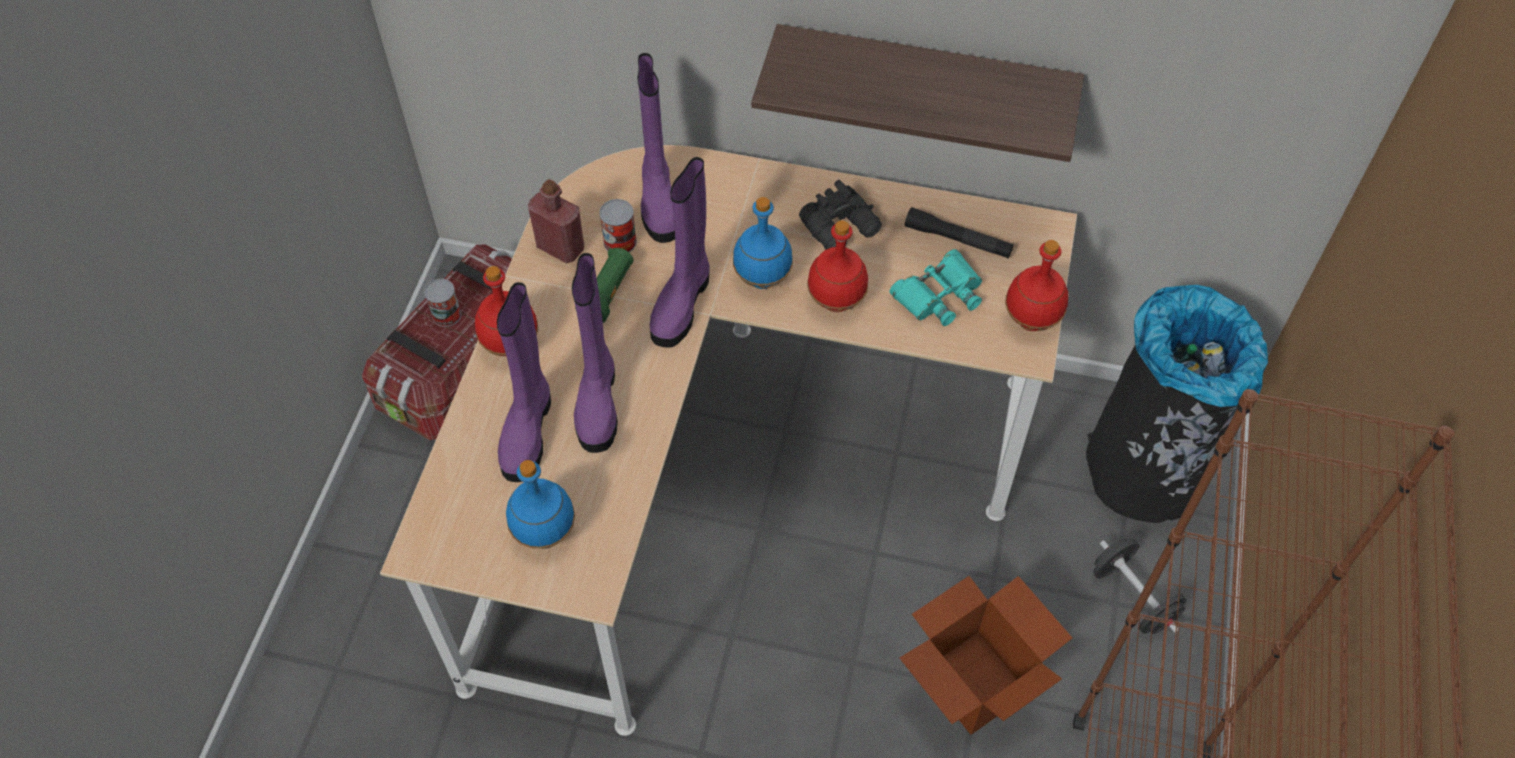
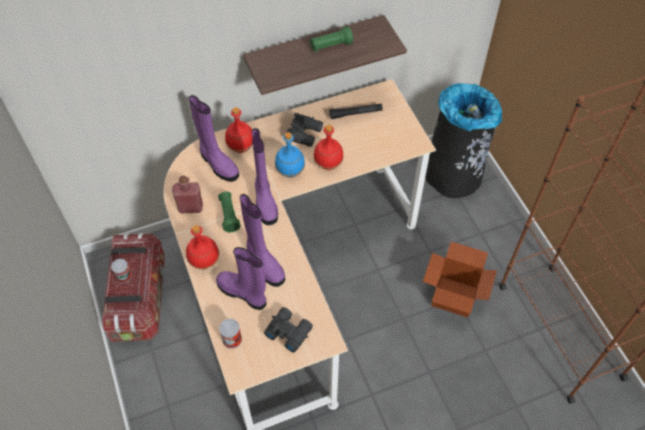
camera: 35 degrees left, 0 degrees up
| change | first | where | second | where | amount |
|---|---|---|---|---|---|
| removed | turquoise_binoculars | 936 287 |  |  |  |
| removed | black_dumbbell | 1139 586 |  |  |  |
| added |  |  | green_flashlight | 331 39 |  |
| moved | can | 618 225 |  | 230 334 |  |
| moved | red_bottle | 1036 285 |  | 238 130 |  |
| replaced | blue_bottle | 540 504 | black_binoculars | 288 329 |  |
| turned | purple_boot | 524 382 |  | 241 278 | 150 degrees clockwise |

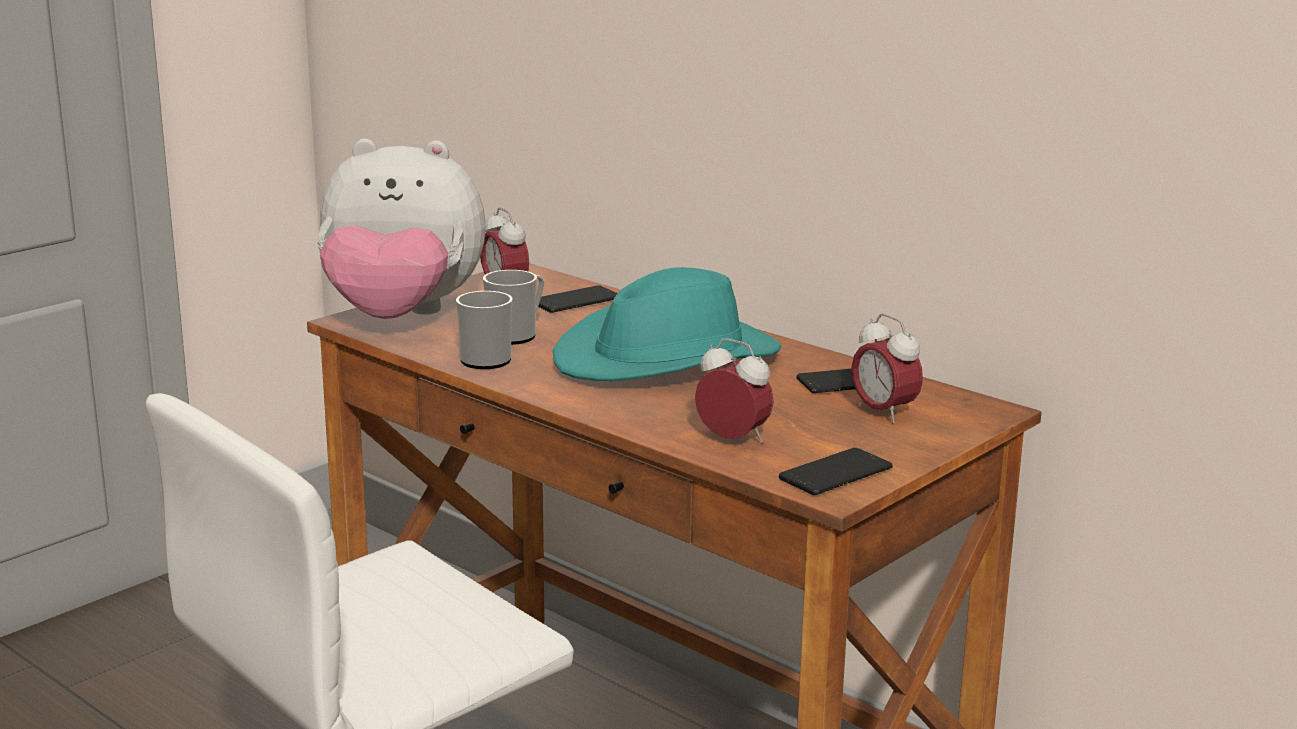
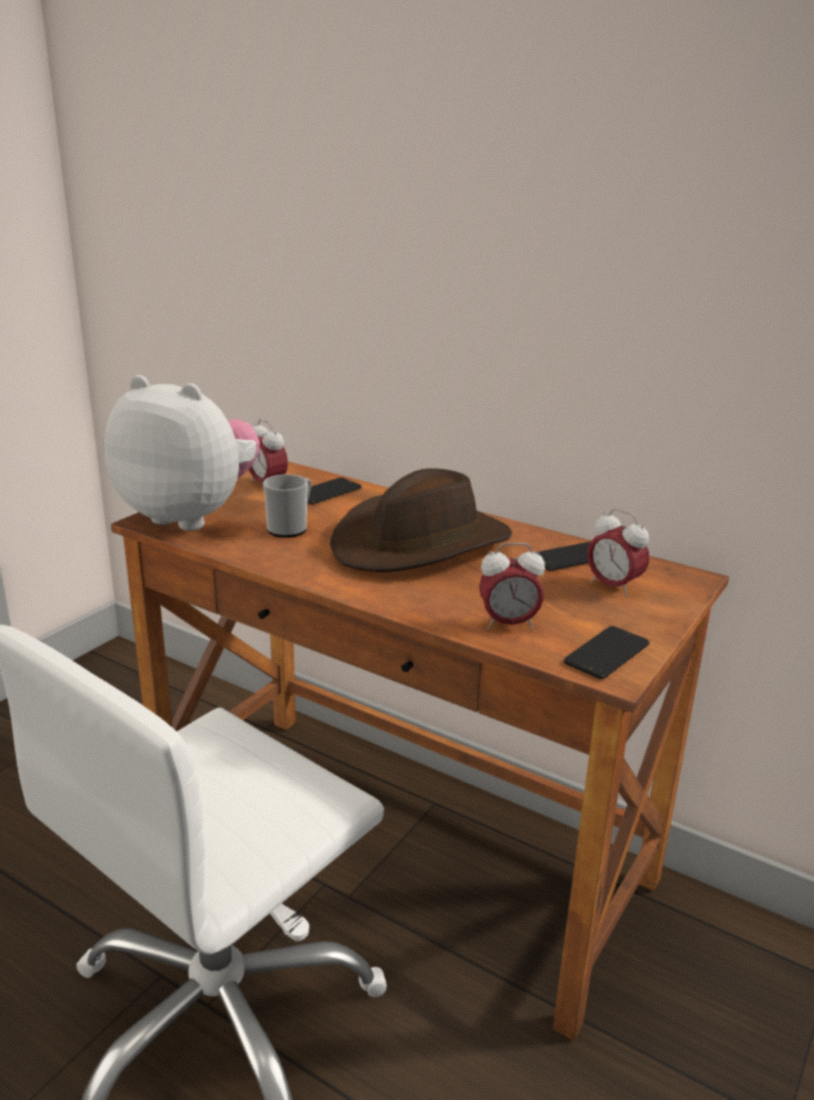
camera: 10 degrees left, 5 degrees up
| change | first | where | second | where | amount |
|---|---|---|---|---|---|
| removed | mug | 484 330 |  |  |  |
| recoloured | turquoise_hat | 667 324 | brown_hat | 421 520 |  |
| turned | plush_toy | 401 229 |  | 182 453 | 150 degrees counterclockwise |
| turned | alarm_clock | 734 390 |  | 512 586 | 150 degrees clockwise |

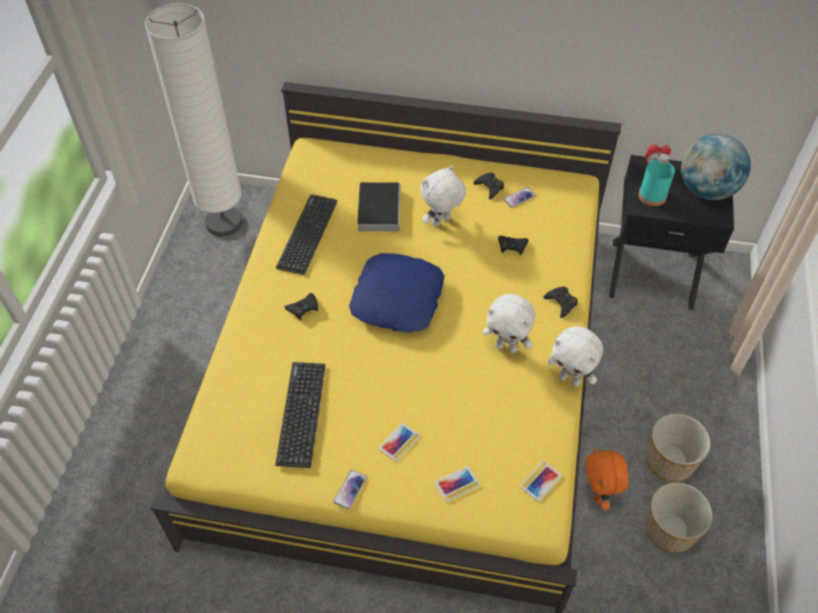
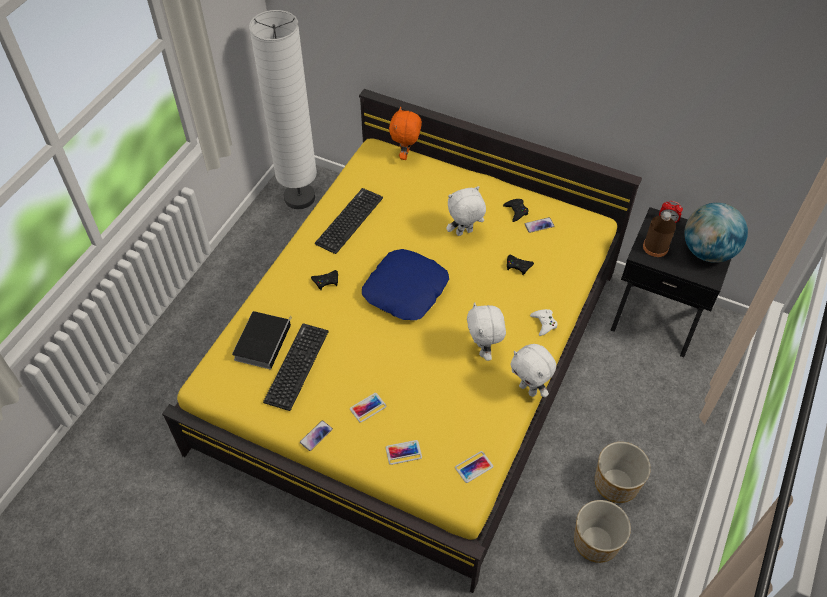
camera: 15 degrees right, 0 degrees up
| change | first | where | second | where | amount |
|---|---|---|---|---|---|
| moved | book | 378 206 |  | 262 340 |  |
| moved | orange_plush_toy | 607 478 |  | 405 133 |  |
| recoloured | black_game_controller | 560 302 | white_game_controller | 544 322 |  |
| recoloured | turquoise_bottle | 656 180 | brown_bottle | 659 234 |  |
| turned | white_plush_toy | 509 323 |  | 486 331 | 45 degrees clockwise |

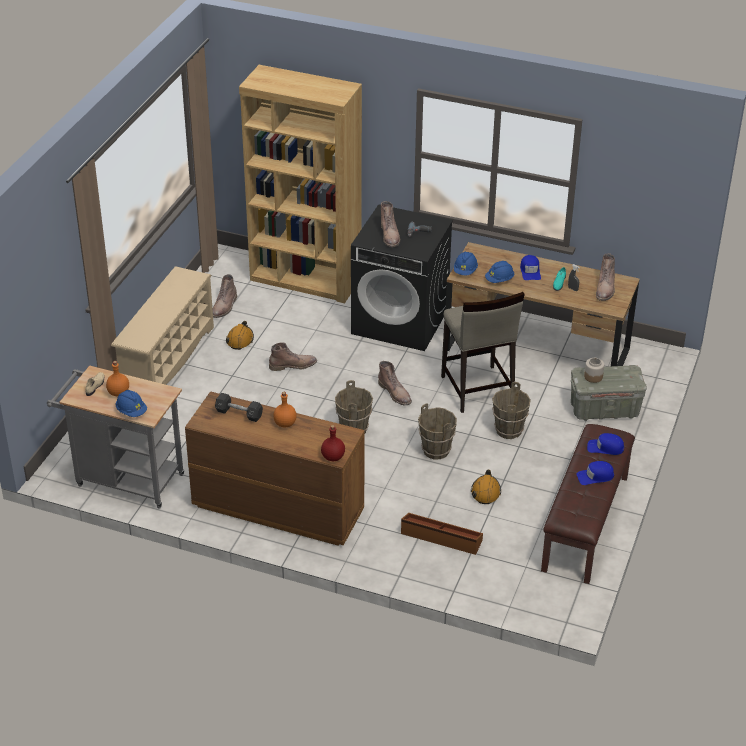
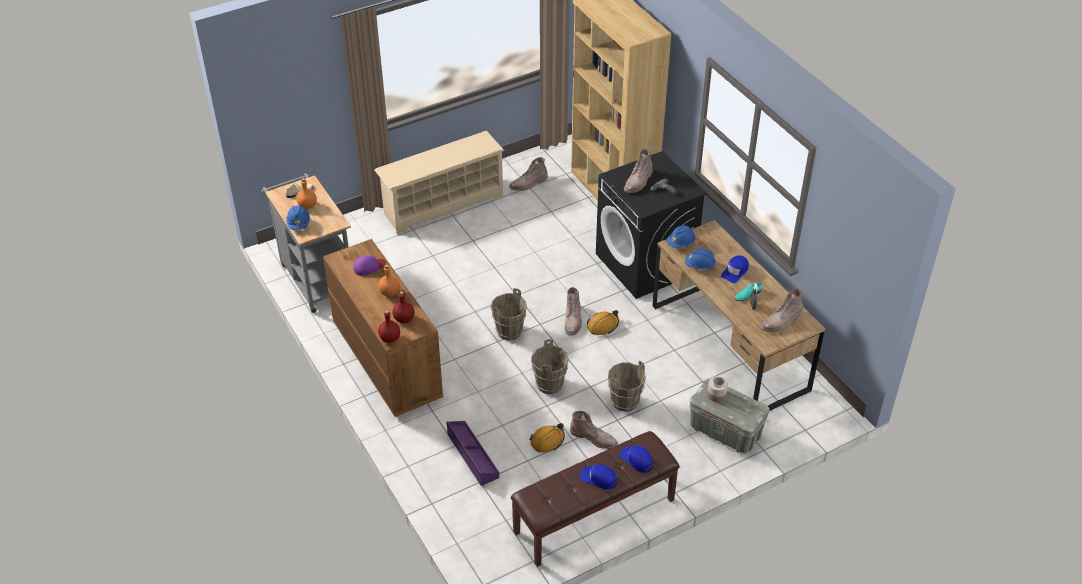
camera: 40 degrees right, 5 degrees up
| change | first | where | second | where | amount |
|---|---|---|---|---|---|
| removed | beige_stool | 483 352 |  |  |  |
| added |  |  | red_bottle | 403 307 |  |
| moved | orange_hard_hat | 240 335 |  | 602 322 |  |
| moved | brown_boot | 293 356 |  | 594 430 |  |
| replaced | black_dumbbell | 239 407 | purple_cap | 369 266 |  |
| recoloured | brown_storage_box | 442 534 | purple_storage_box | 472 453 |  |

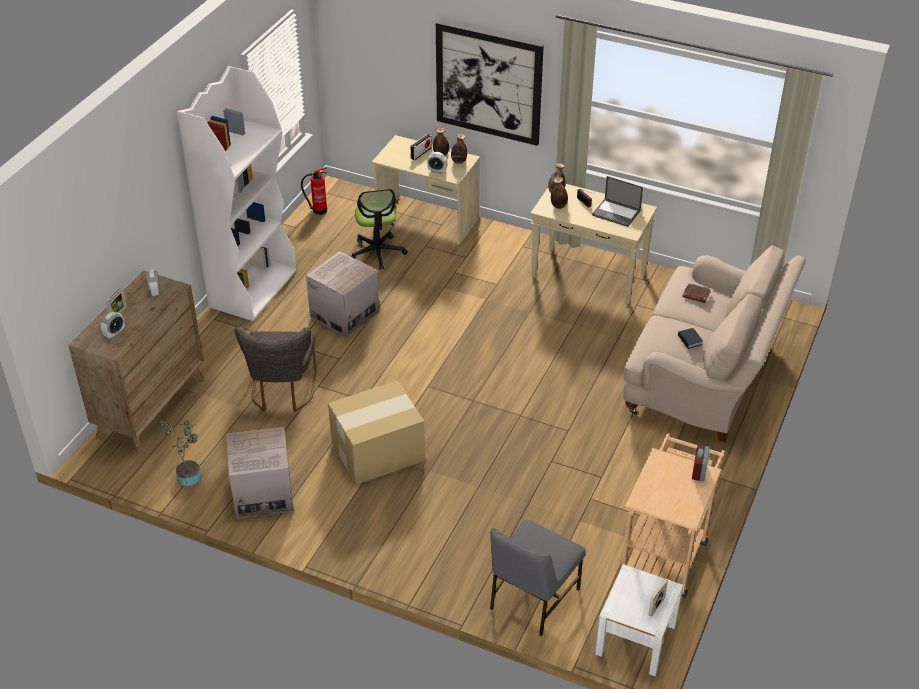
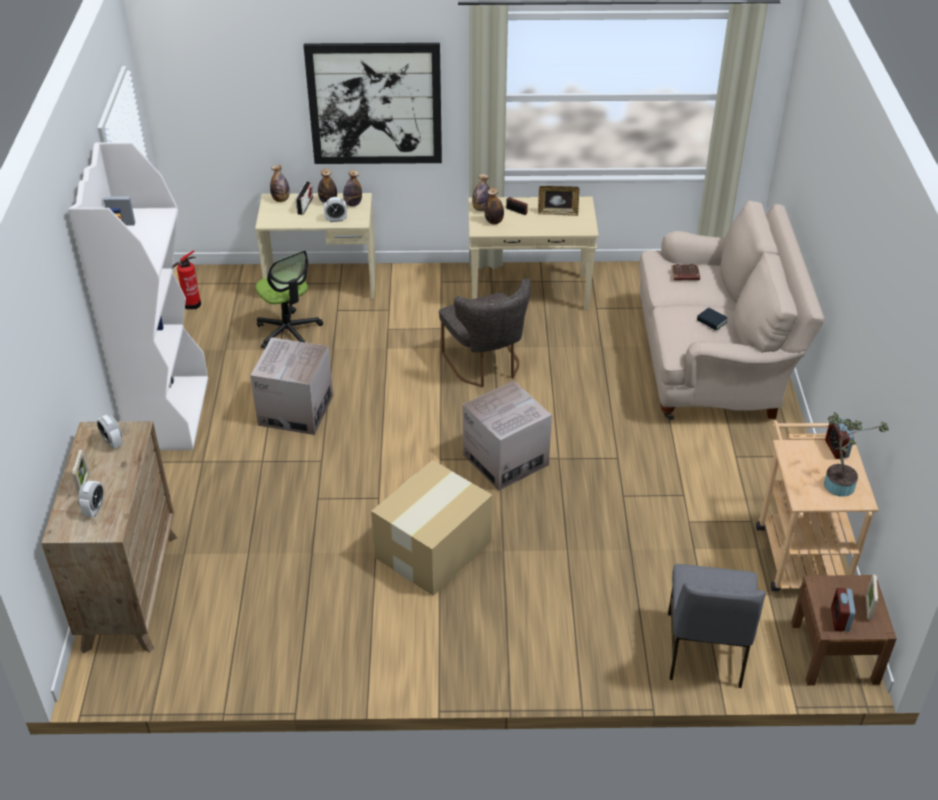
camera: 25 degrees left, 0 degrees up
| change | first | where | second | where | amount |
|---|---|---|---|---|---|
| added |  |  | bottle | 280 183 |  |
| added |  |  | alarm_clock | 843 610 |  |
| moved | potted_plant | 180 453 |  | 856 454 |  |
| moved | cardboard_box | 260 473 |  | 507 436 |  |
| moved | grey_chair | 275 369 |  | 485 332 |  |
| replaced | laptop | 617 201 | picture_frame | 558 201 |  |
| recoloured | white_nightstand | 639 620 | brown_nightstand | 844 630 |  |

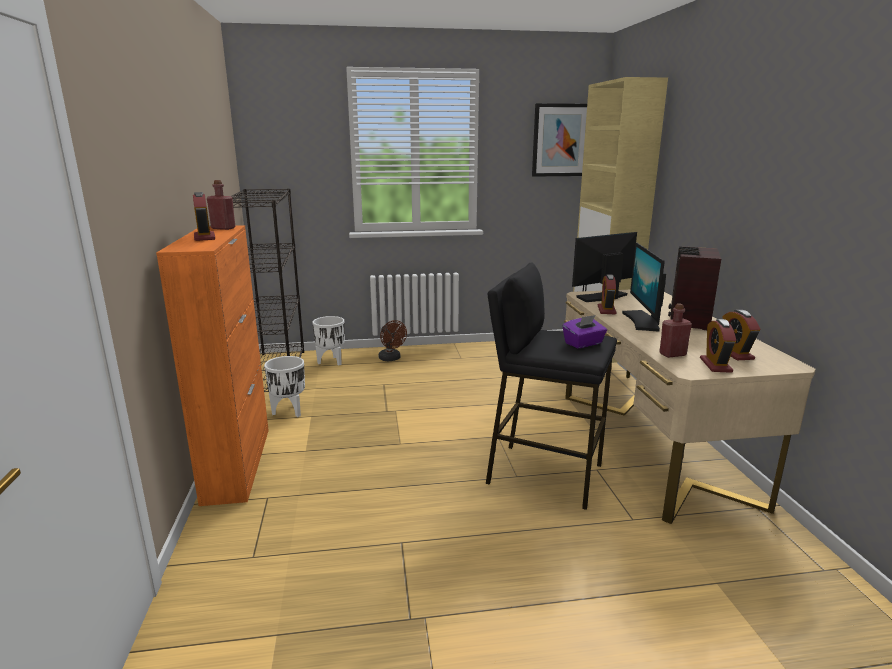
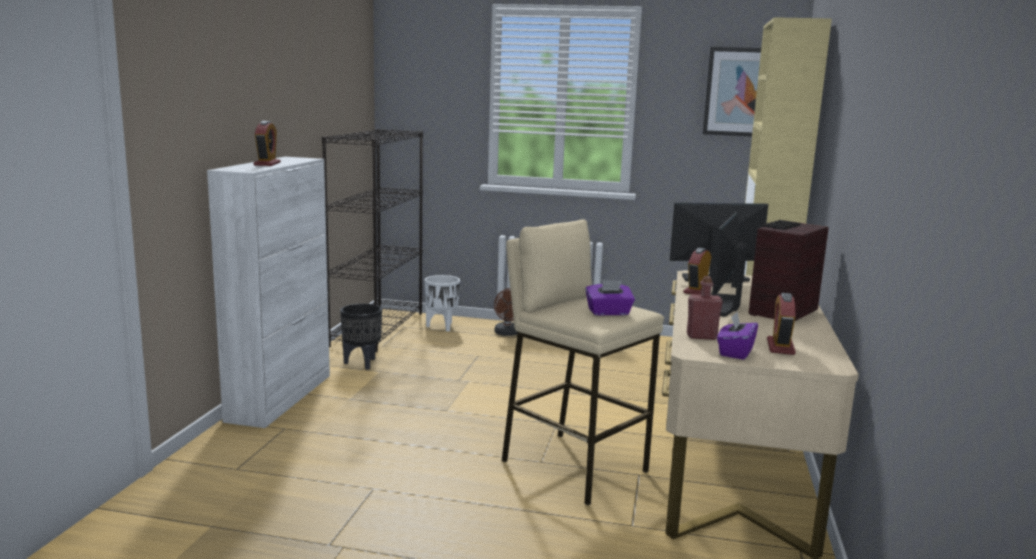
camera: 20 degrees right, 5 degrees down
| change | first | where | second | where | amount |
|---|---|---|---|---|---|
| removed | red_bottle | 221 205 |  |  |  |
| replaced | alarm_clock | 718 346 | purple_tissue_box | 737 336 |  |
| recoloured | orange_cabinet | 212 365 | white_cabinet | 268 292 |  |
| recoloured | white_planter | 284 386 | black_planter | 361 337 |  |
| recoloured | black_stool | 551 386 | beige_stool | 583 362 |  |

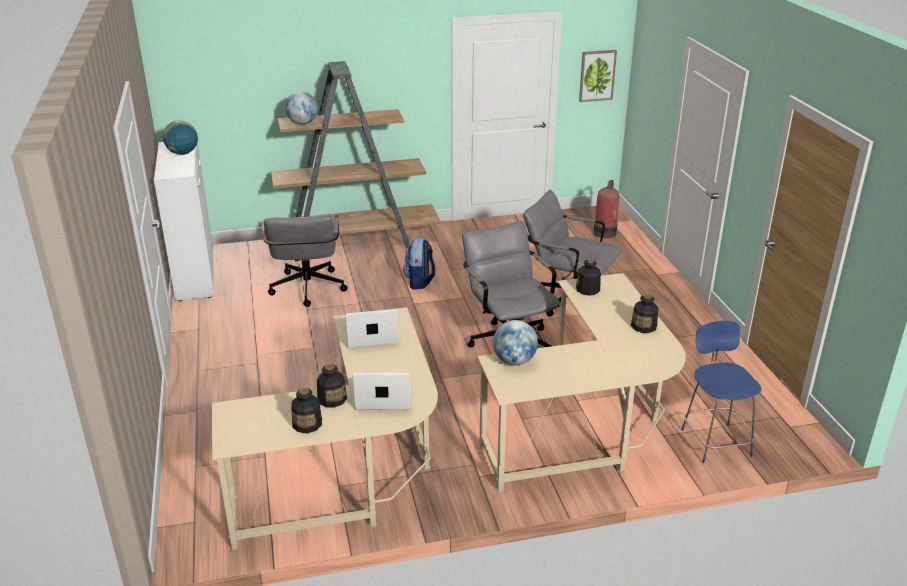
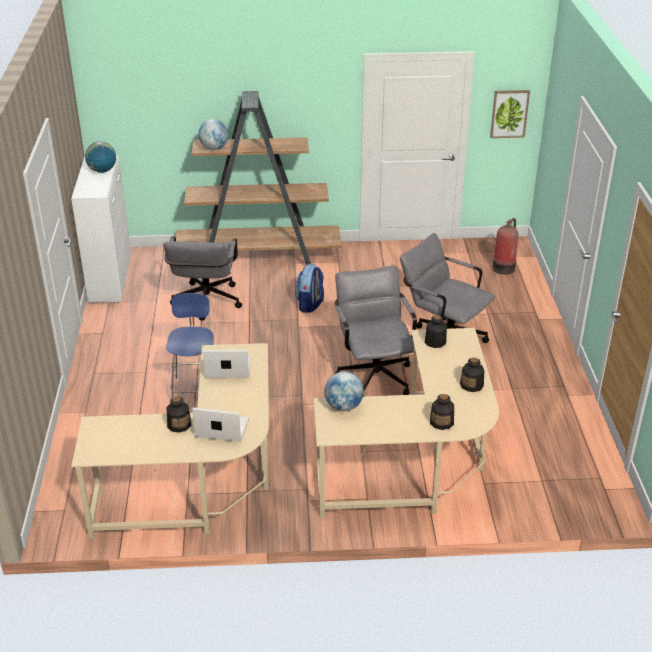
camera: 10 degrees right, 5 degrees up
| change | first | where | second | where | amount |
|---|---|---|---|---|---|
| moved | bottle | 306 410 |  | 442 412 |  |
| moved | blue_chair | 721 392 |  | 190 345 |  |

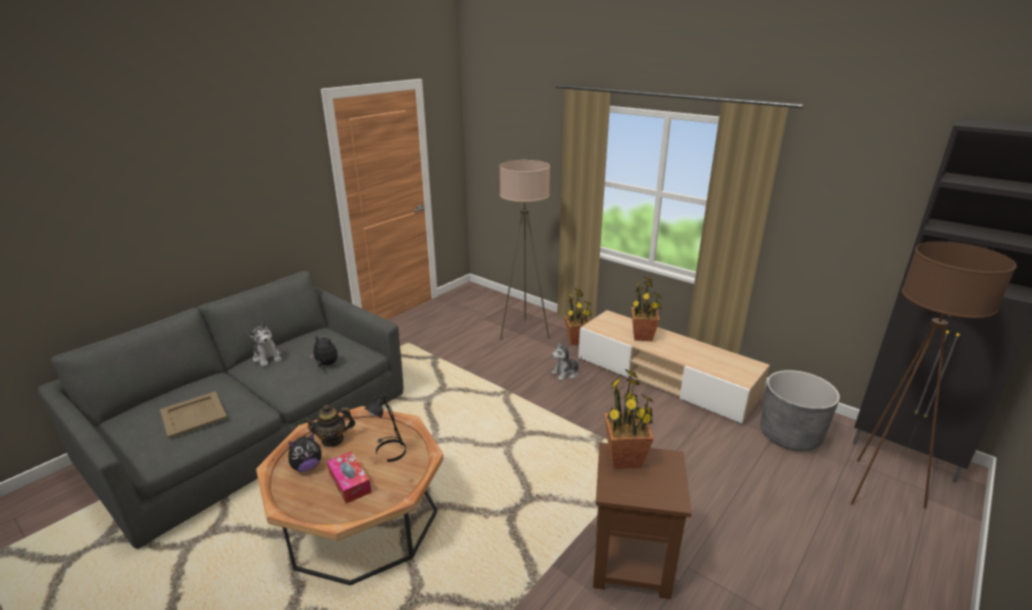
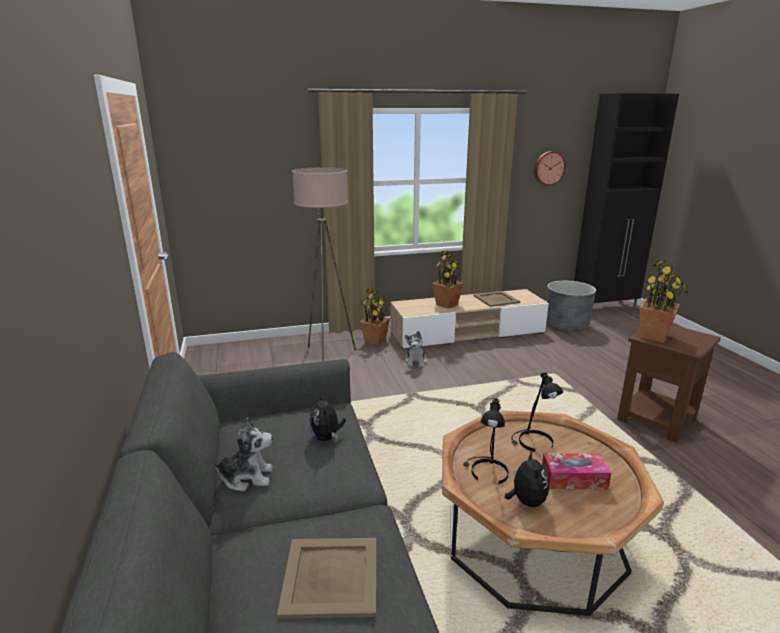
camera: 55 degrees left, 5 degrees down
| change | first | where | second | where | amount |
|---|---|---|---|---|---|
| removed | brown_floor_lamp | 934 375 |  |  |  |
| added |  |  | beige_tray | 496 299 |  |
| added |  |  | wall_clock | 550 168 |  |
| replaced | teapot | 329 426 | black_table_lamp | 486 441 |  |
| turned | plush_toy | 323 351 |  | 327 418 | 75 degrees counterclockwise |

